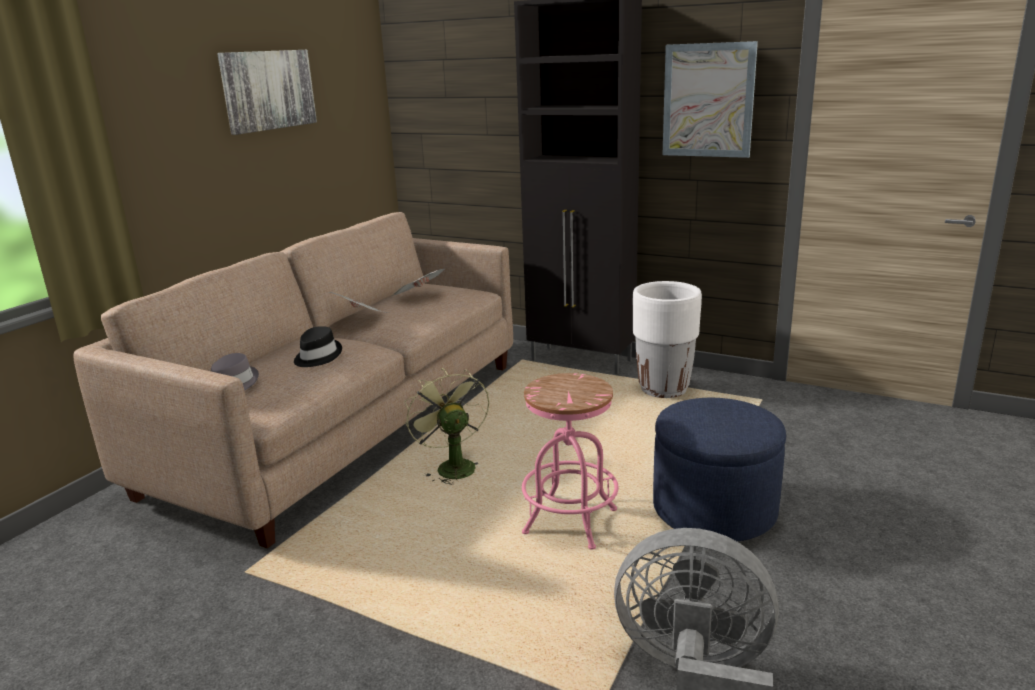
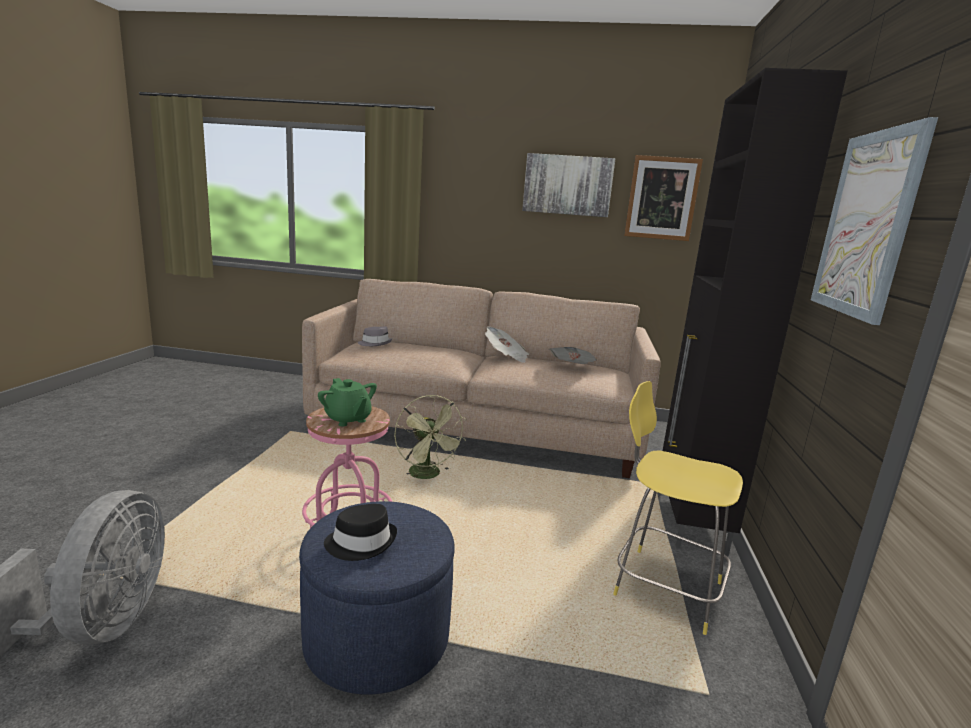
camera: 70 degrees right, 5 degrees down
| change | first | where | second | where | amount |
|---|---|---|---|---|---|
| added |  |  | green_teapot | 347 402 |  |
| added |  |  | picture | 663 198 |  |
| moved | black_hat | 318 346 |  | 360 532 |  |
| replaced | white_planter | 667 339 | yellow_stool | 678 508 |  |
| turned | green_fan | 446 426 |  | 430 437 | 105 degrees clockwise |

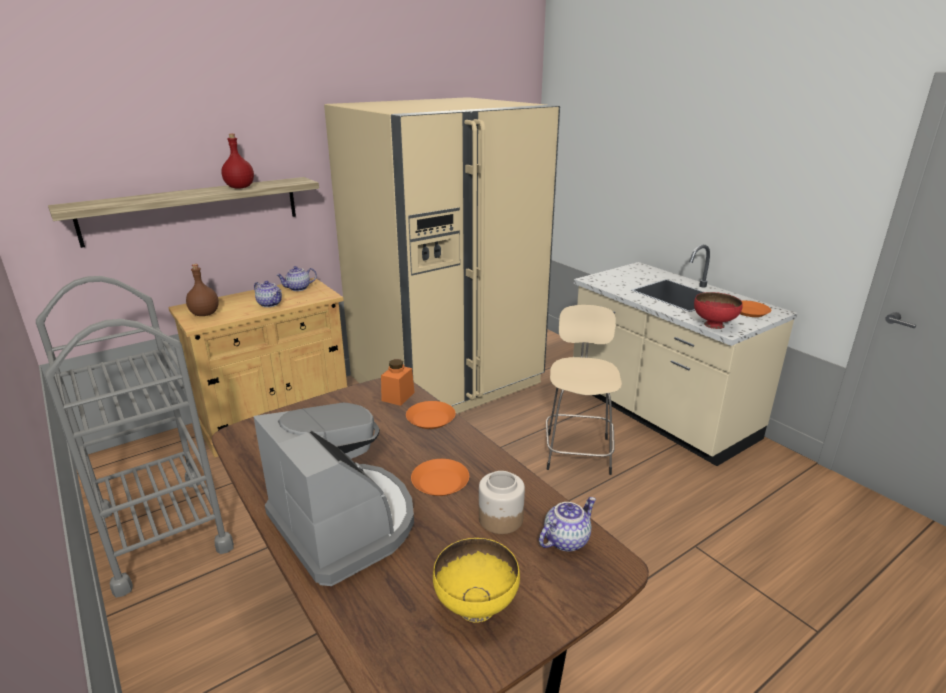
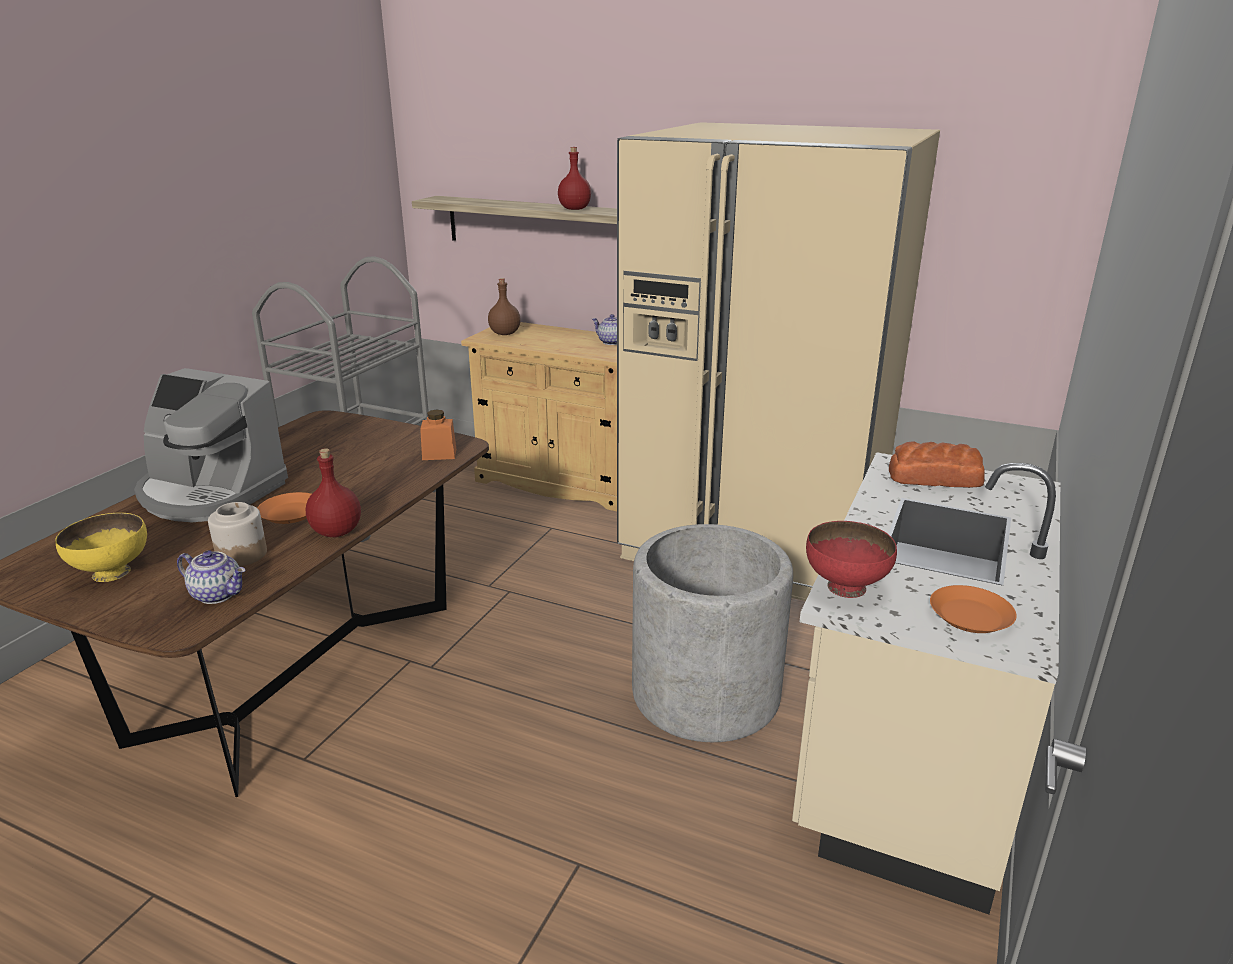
camera: 60 degrees right, 0 degrees up
| change | first | where | second | where | amount |
|---|---|---|---|---|---|
| removed | teapot | 268 294 |  |  |  |
| removed | orange_plate | 431 415 |  |  |  |
| added |  |  | red_bottle | 333 492 |  |
| added |  |  | bread | 937 464 |  |
| replaced | beige_stool | 584 390 | grey_planter | 712 633 |  |
| turned | coffee_machine | 334 494 |  | 211 445 | 90 degrees clockwise |

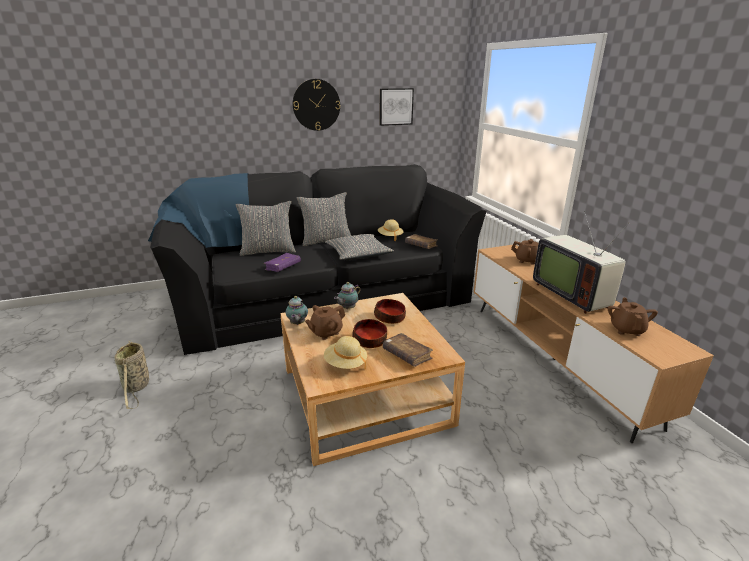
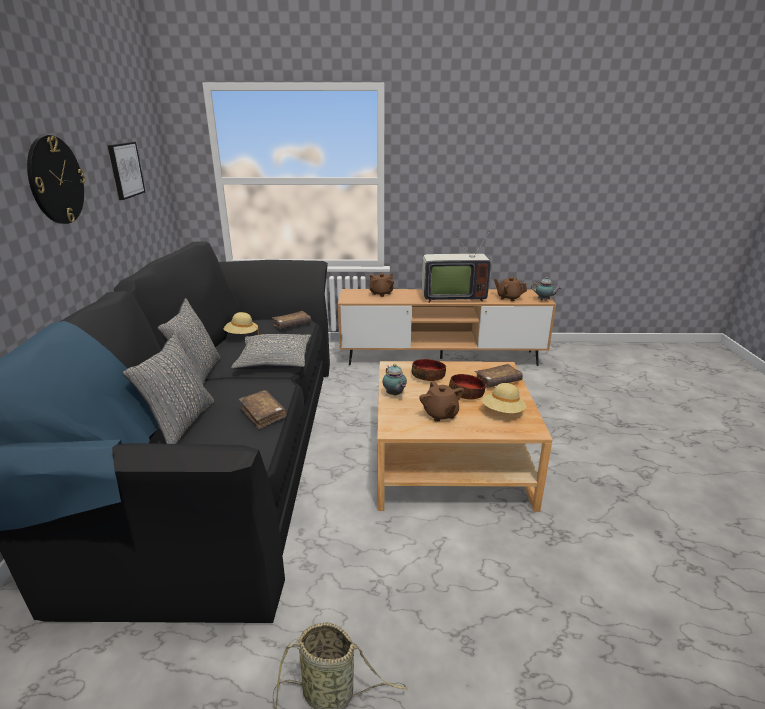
camera: 70 degrees left, 0 degrees up
| change | first | where | second | where | amount |
|---|---|---|---|---|---|
| moved | teapot | 297 310 |  | 546 289 |  |
| recoloured | purple_book | 282 262 | brown_book | 263 410 |  |

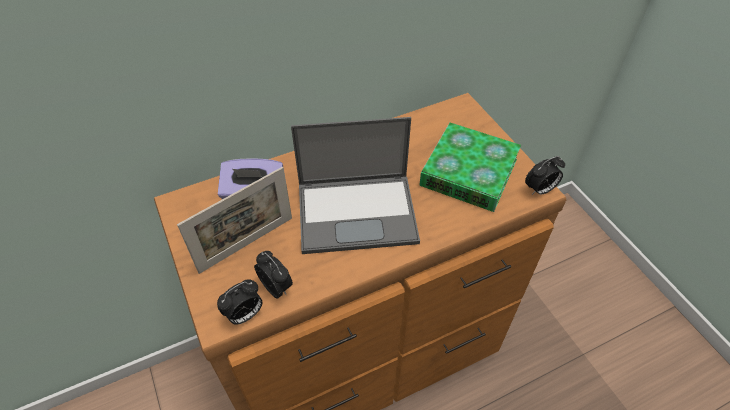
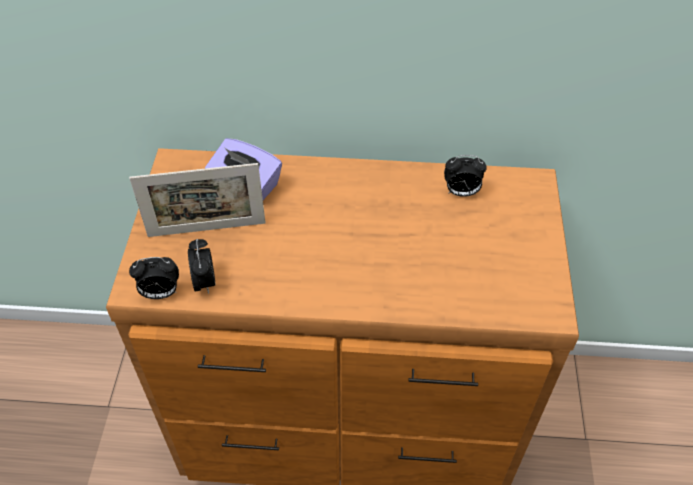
camera: 30 degrees right, 0 degrees up
| change | first | where | second | where | amount |
|---|---|---|---|---|---|
| removed | laptop | 355 185 |  |  |  |
| removed | book | 470 167 |  |  |  |
| moved | alarm_clock | 545 175 |  | 465 176 |  |

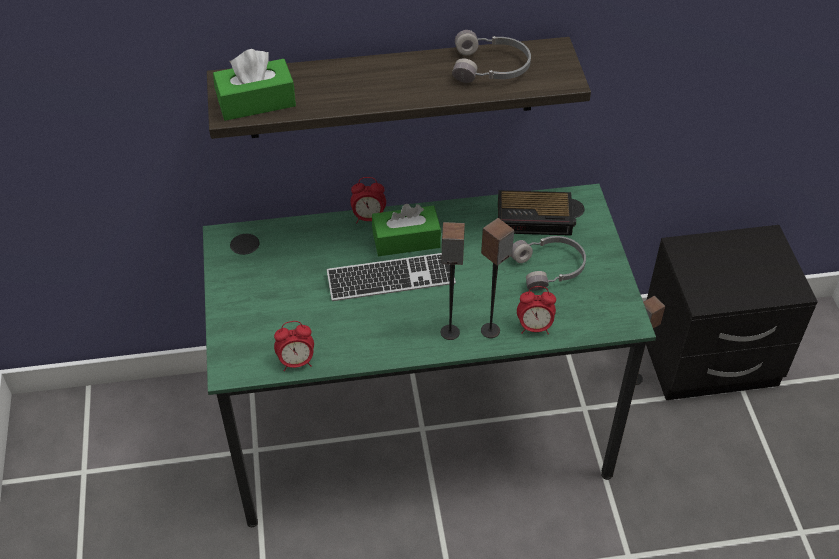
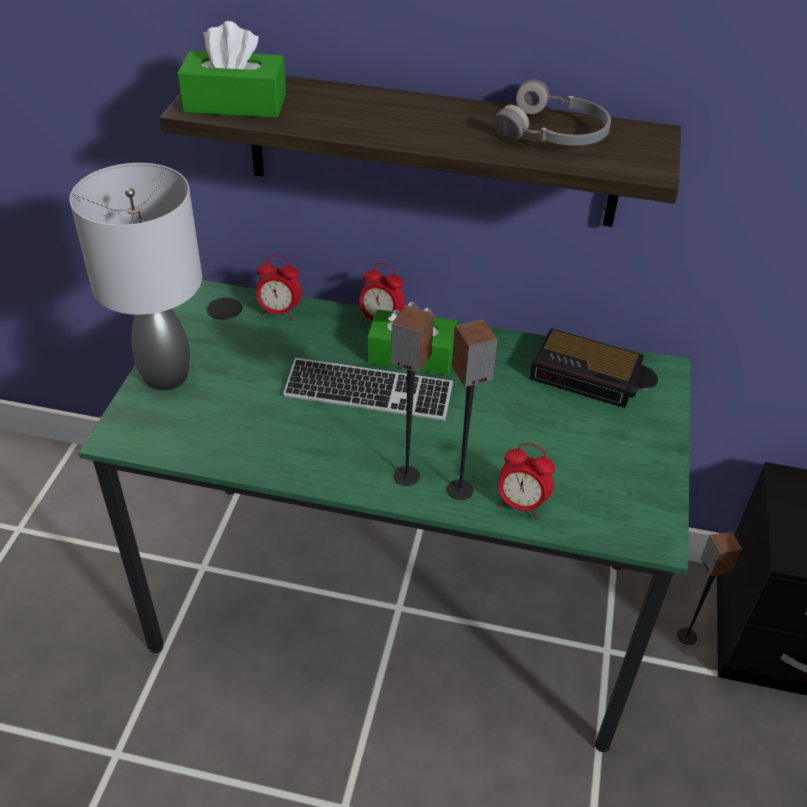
camera: 20 degrees right, 5 degrees down
| change | first | where | second | where | amount |
|---|---|---|---|---|---|
| removed | grey_headphones | 548 263 |  |  |  |
| added |  |  | grey_table_lamp | 136 276 |  |
| moved | alarm_clock | 294 346 |  | 279 287 |  |

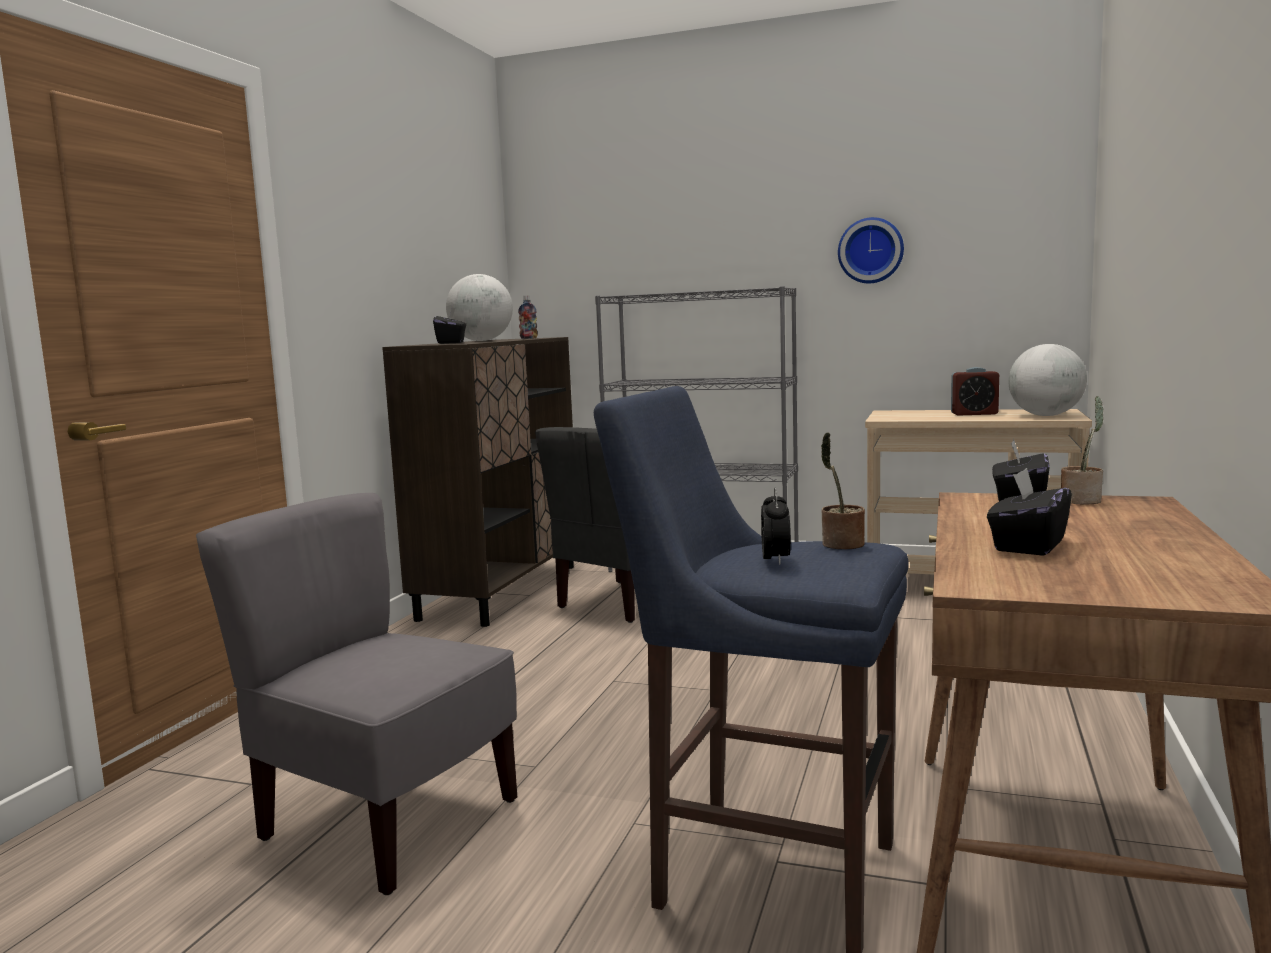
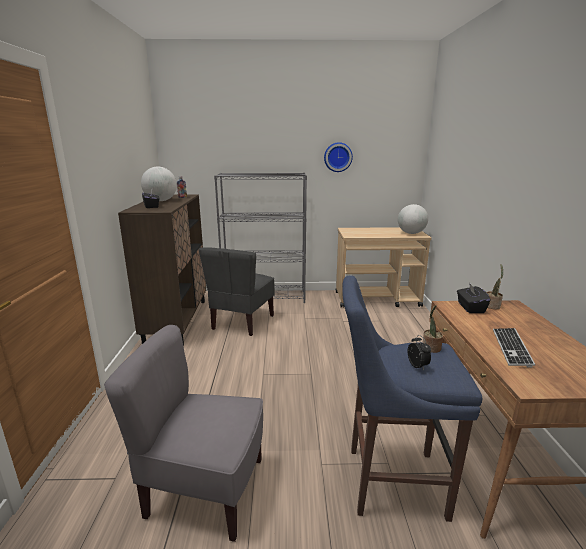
camera: 20 degrees left, 10 degrees up
| change | first | where | second | where | amount |
|---|---|---|---|---|---|
| removed | alarm_clock | 975 391 |  |  |  |
| replaced | black_tissue_box | 1029 512 | keyboard | 514 347 |  |

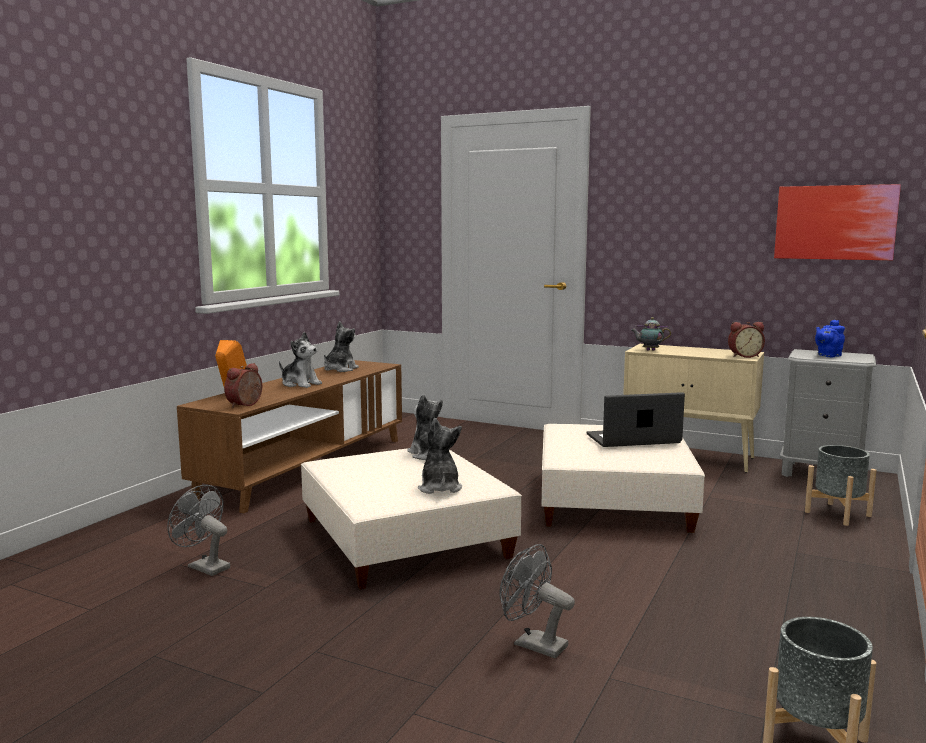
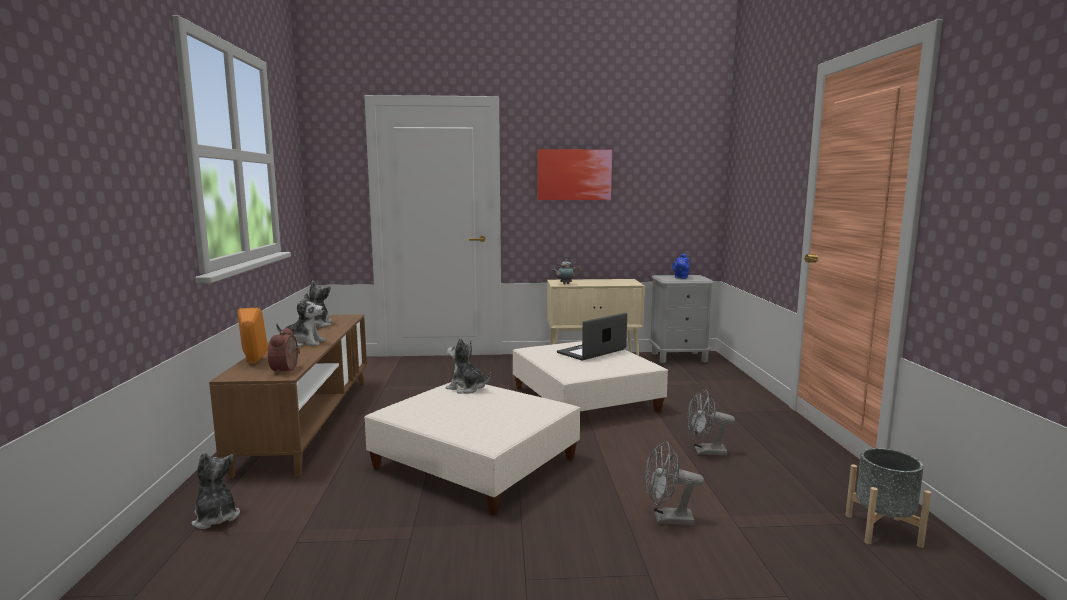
camera: 30 degrees left, 0 degrees up
| change | first | where | second | where | amount |
|---|---|---|---|---|---|
| removed | alarm_clock | 746 340 |  |  |  |
| removed | grey_planter | 841 485 |  |  |  |
| moved | grey_fan | 198 530 |  | 711 422 |  |
| moved | plush_toy | 440 456 |  | 216 490 |  |
| moved | picture | 837 222 |  | 575 174 |  |

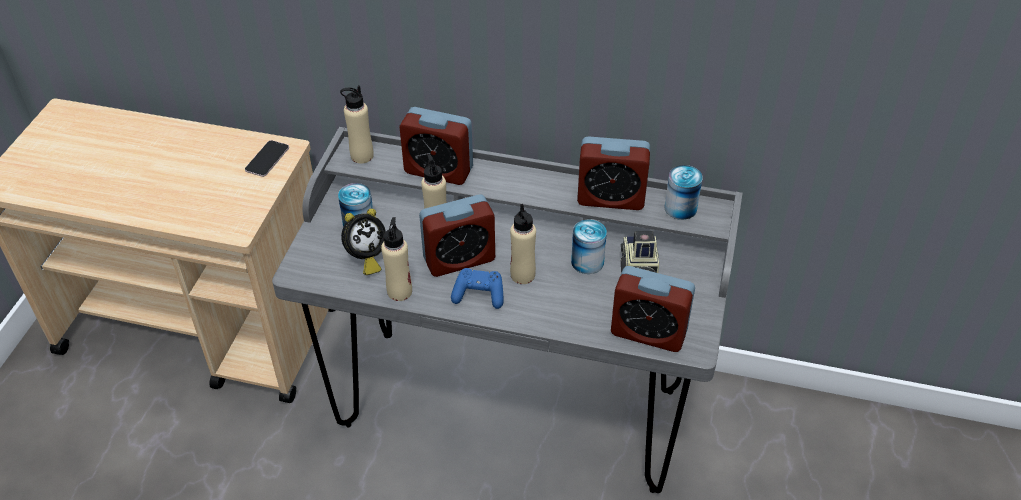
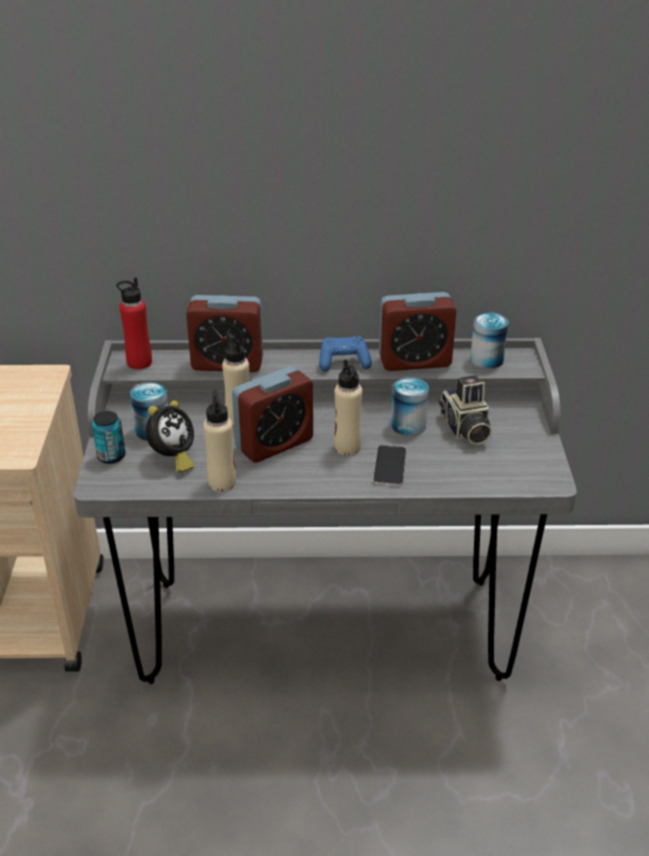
camera: 15 degrees left, 10 degrees down
| change | first | where | second | where | amount |
|---|---|---|---|---|---|
| removed | alarm_clock | 653 309 |  |  |  |
| added |  |  | can | 109 437 |  |
| moved | phone | 267 158 |  | 390 465 |  |
| moved | blue_game_controller | 477 288 |  | 345 354 |  |
| recoloured | beige_bottle | 357 124 | red_bottle | 134 323 |  |

